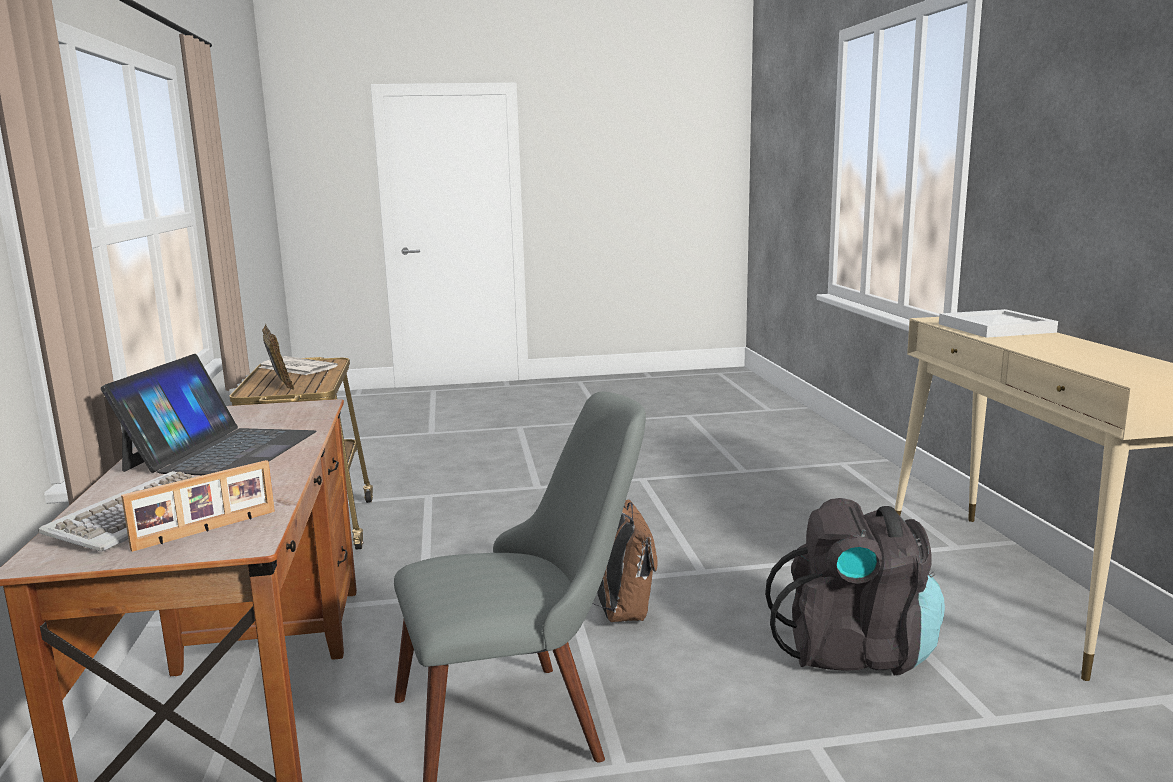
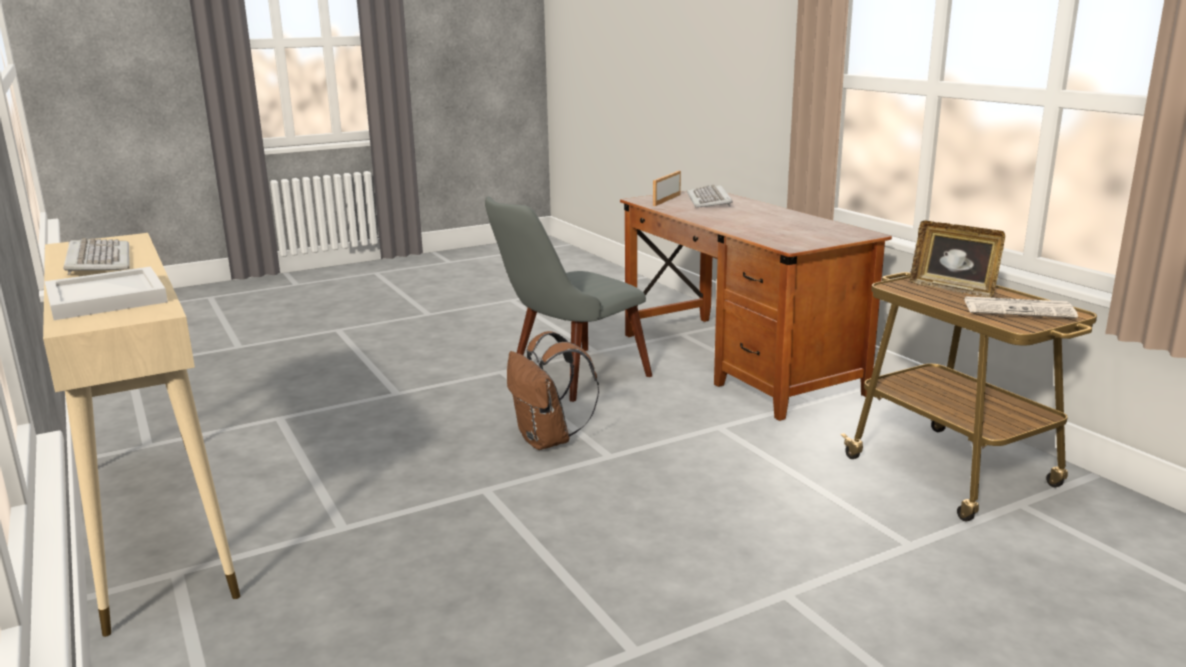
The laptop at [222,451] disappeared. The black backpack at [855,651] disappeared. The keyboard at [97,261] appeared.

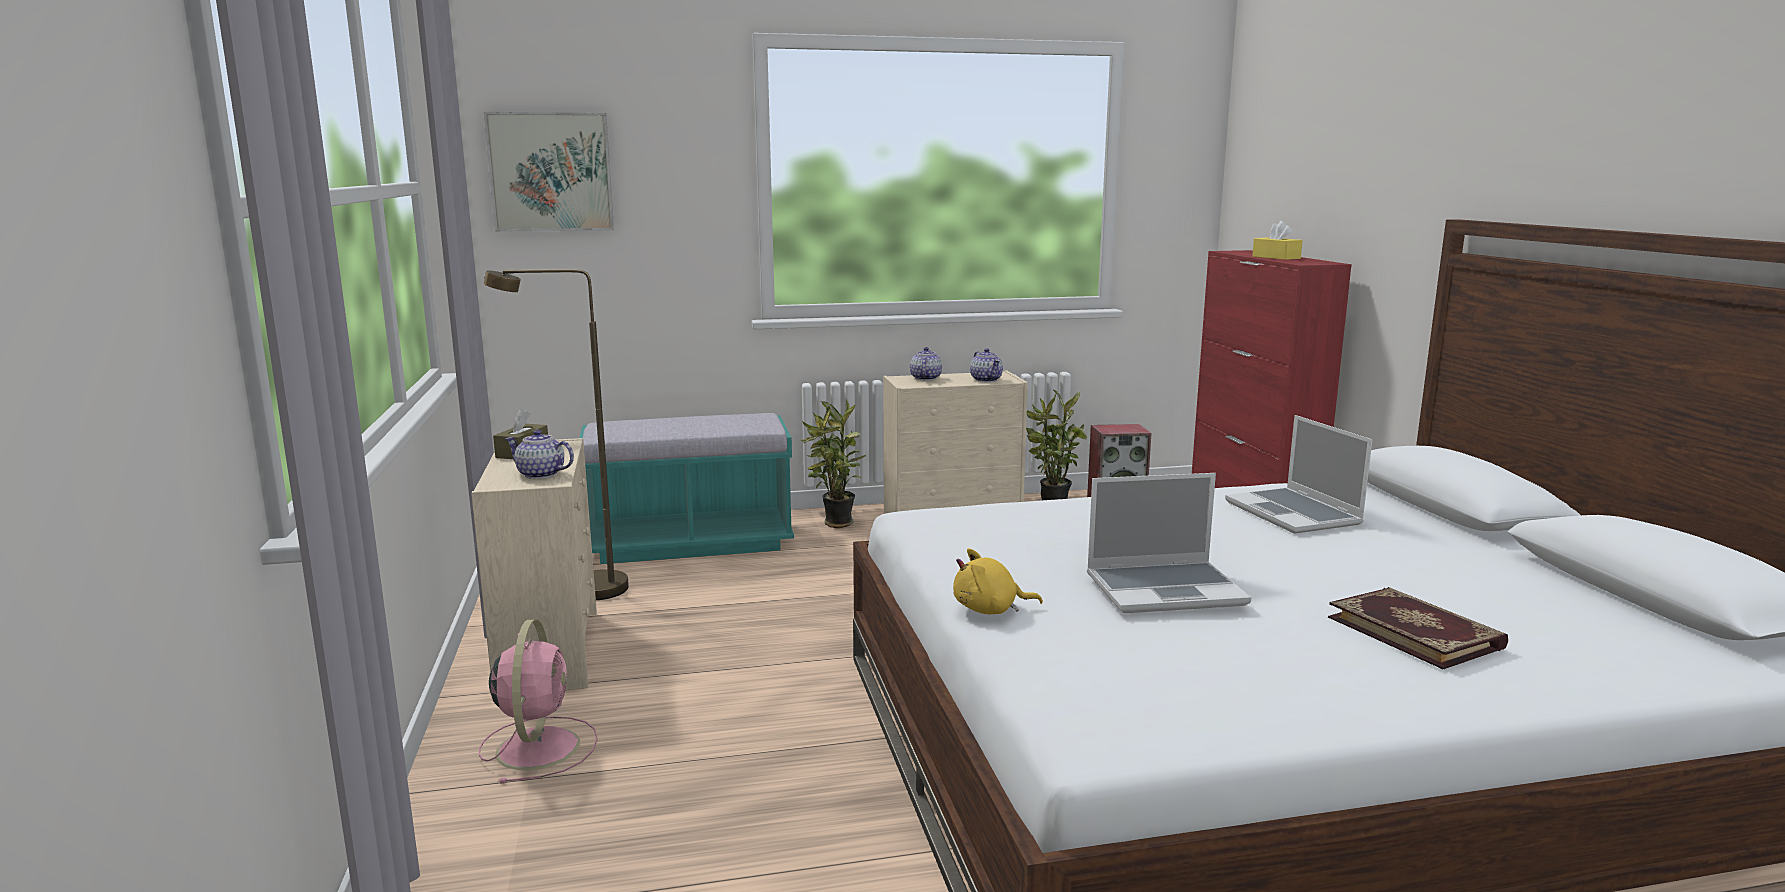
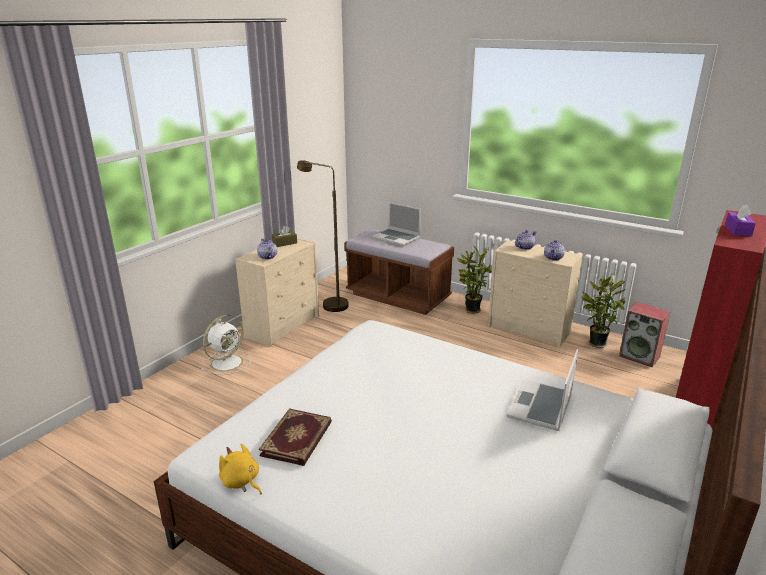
The picture at [550,172] disappeared. The yellow tissue box at [1276,257] became the purple tissue box at [738,230]. The turquoise bench at [690,543] became the brown bench at [398,297]. The laptop moved from [1166,589] to [397,238]. The yellow plush toy moved from [990,610] to [241,482]. The book moved from [1415,632] to [298,439]. The pink fan at [539,746] became the white fan at [228,362].

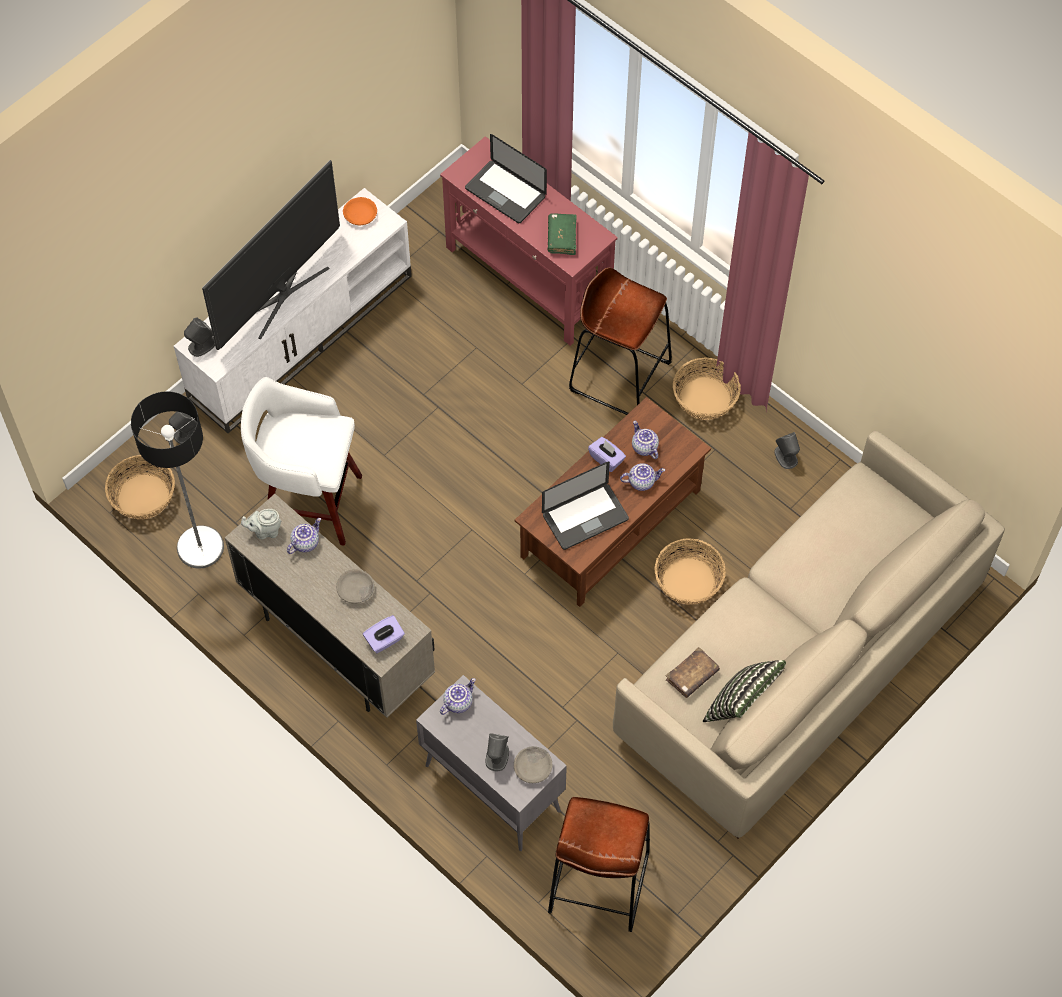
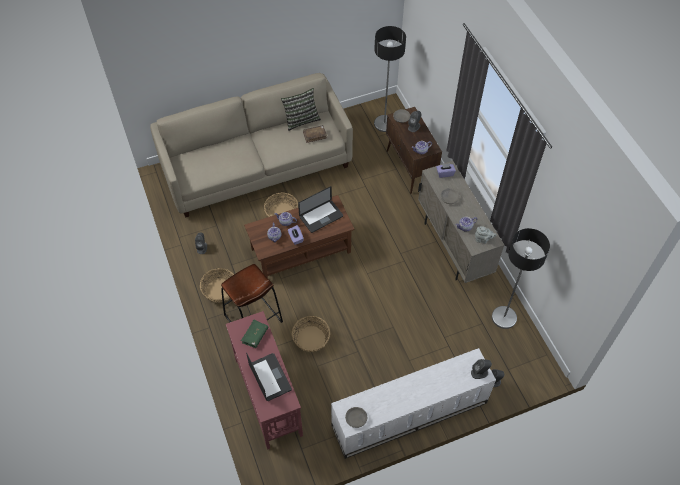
The television at [281,294] disappeared. The orange bowl at [360,215] became the grey bowl at [356,419]. The white stool at [309,502] disappeared. The basket moved from [143,496] to [311,339]. The laptop at [585,517] turned 150 degrees clockwise. The grey cabinet at [491,787] became the brown cabinet at [410,169]. The brown stool at [598,883] was replaced by the floor lamp at [384,123].

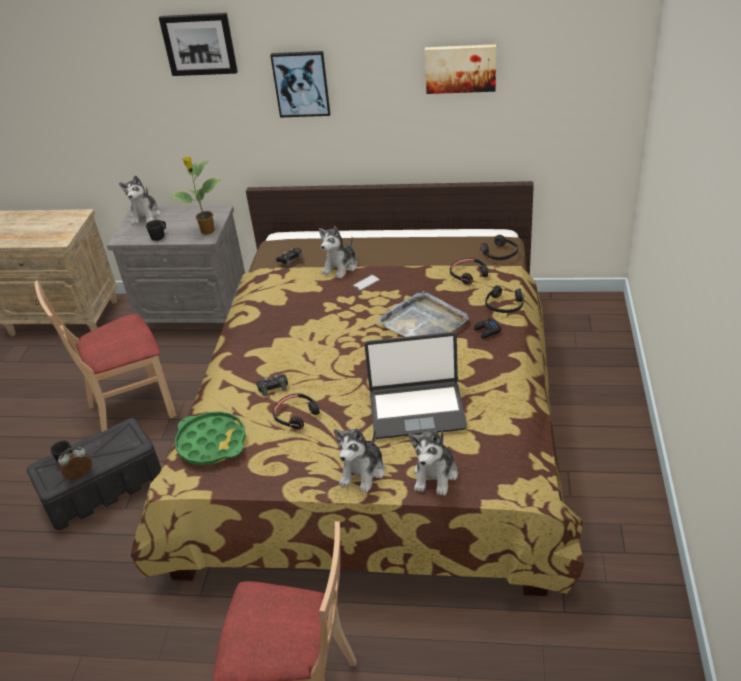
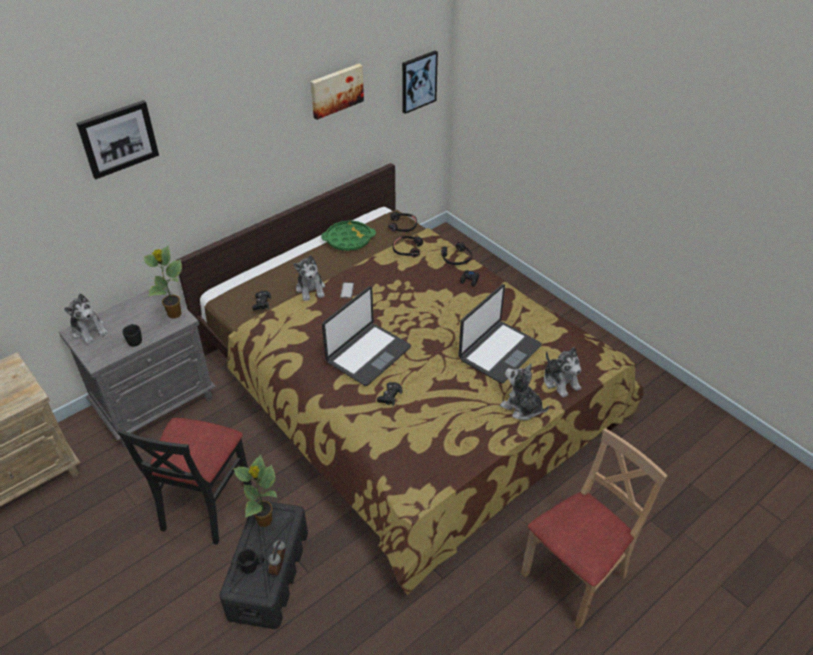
The picture moved from [301,84] to [418,81]. The beige chair at [131,409] became the black chair at [204,506]. The grey tray at [424,322] disappeared. The black headphones at [296,415] disappeared. The green tray moved from [212,443] to [348,239]. The plush toy at [363,472] turned 150 degrees clockwise. The laptop at [367,354] appeared. The potted plant at [265,521] appeared.

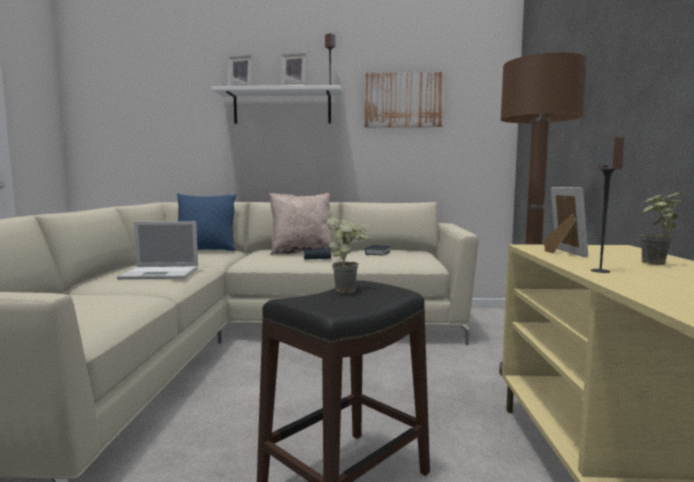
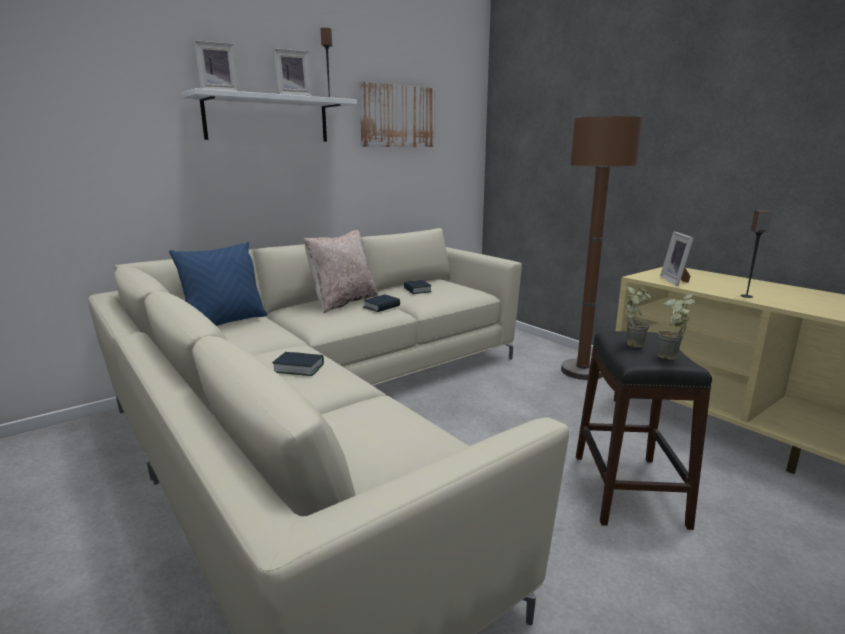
The picture frame at [561,252] turned 135 degrees counterclockwise. The potted plant moved from [654,264] to [670,359]. The laptop at [161,273] was replaced by the book at [298,368].

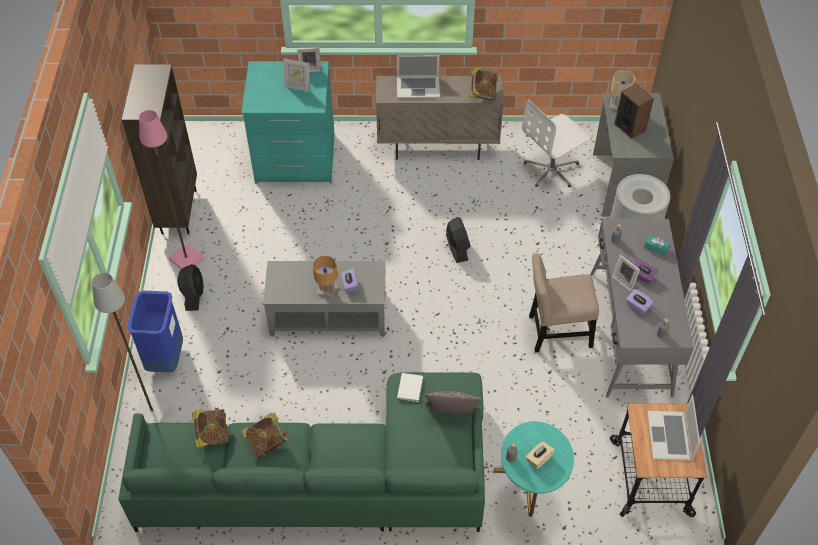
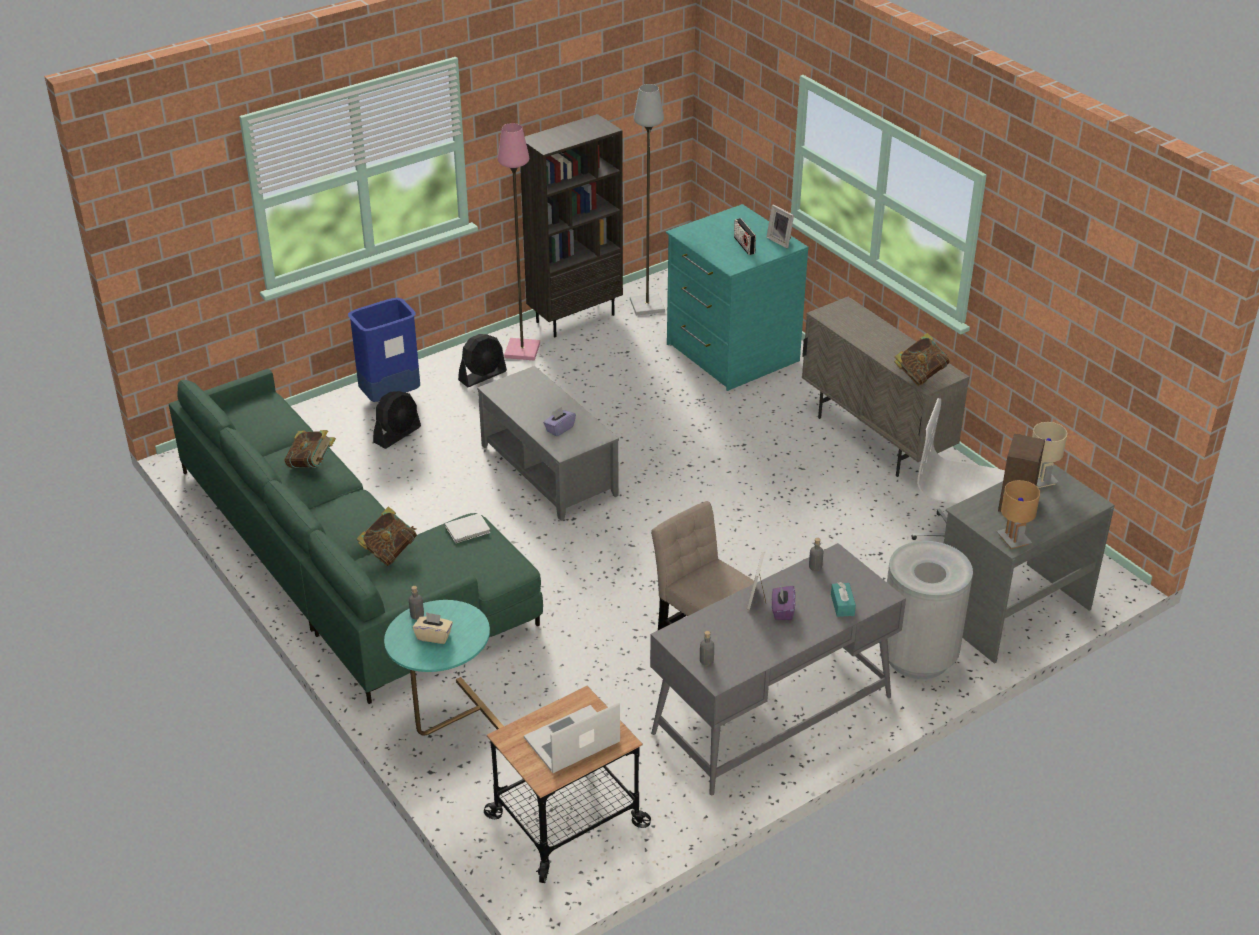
The laptop at [418,87] disappeared. The picture frame at [298,87] was replaced by the radio at [744,245]. The black fan moved from [457,247] to [397,434]. The brown table lamp moved from [327,290] to [1013,539]. The grey floor lamp moved from [153,412] to [648,306]. The purple tissue box at [637,306] disappeared. The pillow at [452,414] disappeared. The book moved from [212,434] to [389,552].

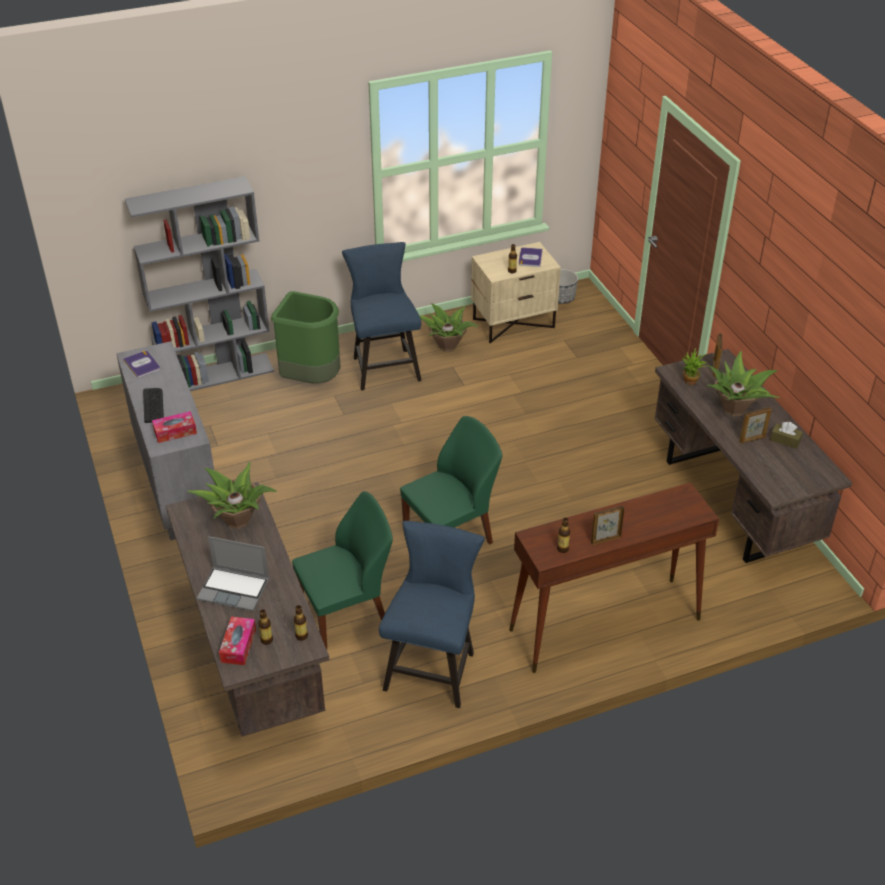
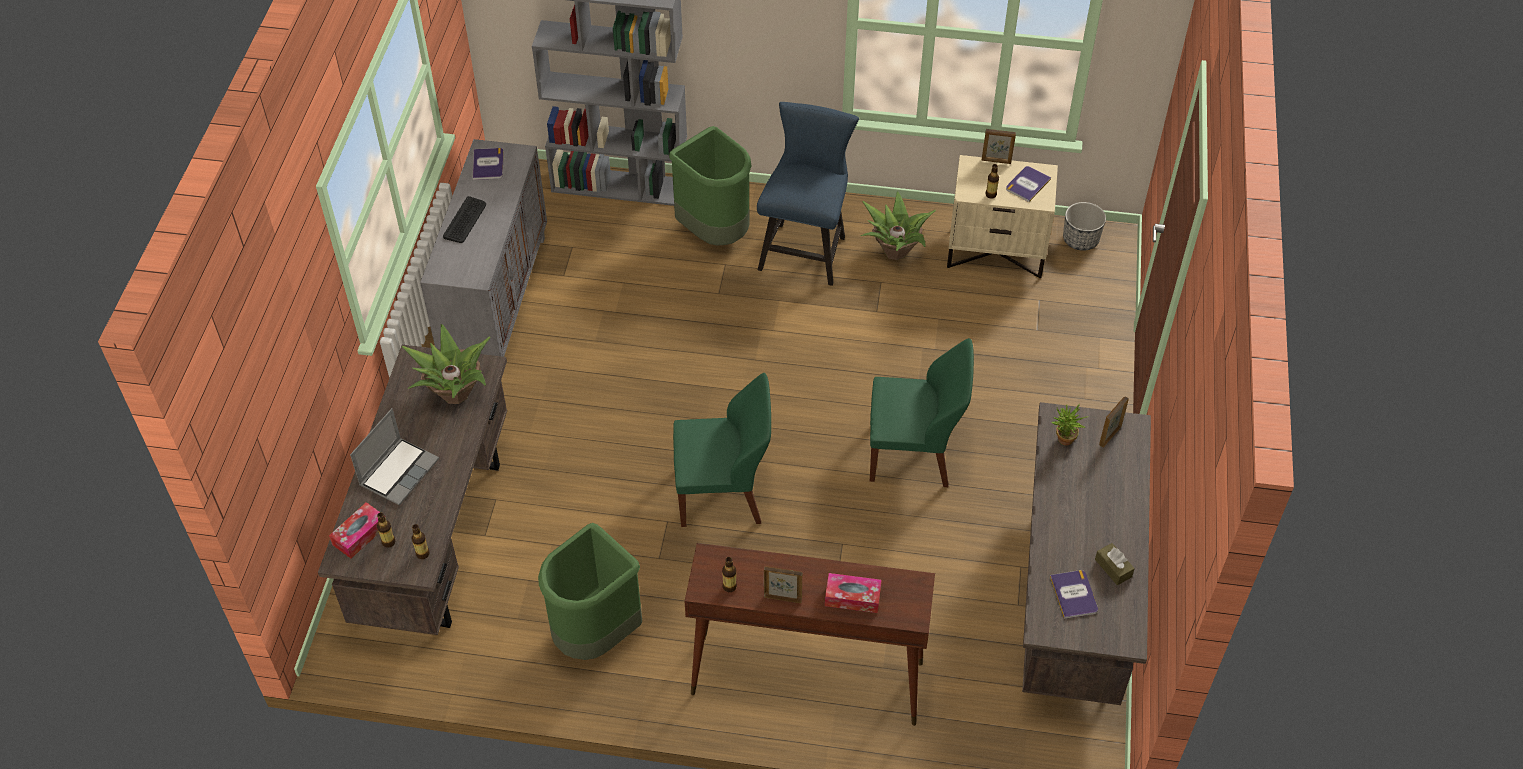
The potted plant at [735,409] disappeared. The picture frame moved from [752,439] to [996,161]. The tissue box moved from [175,432] to [852,597]. The green chair moved from [346,614] to [913,455]. The blue chair at [432,666] was replaced by the green trash can at [596,635]. The laptop at [235,589] turned 105 degrees counterclockwise. The book at [1074,594] appeared.

